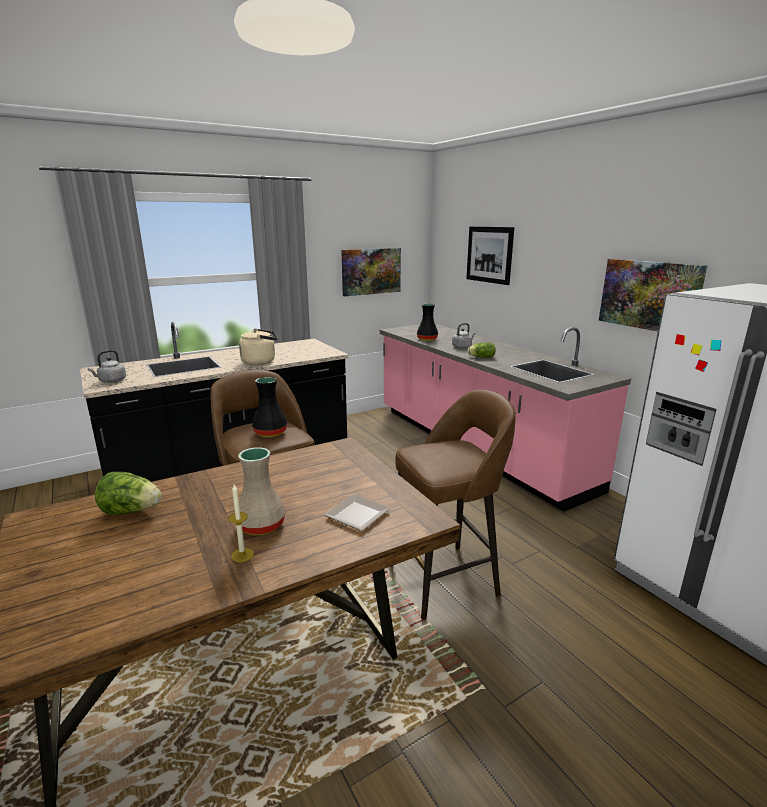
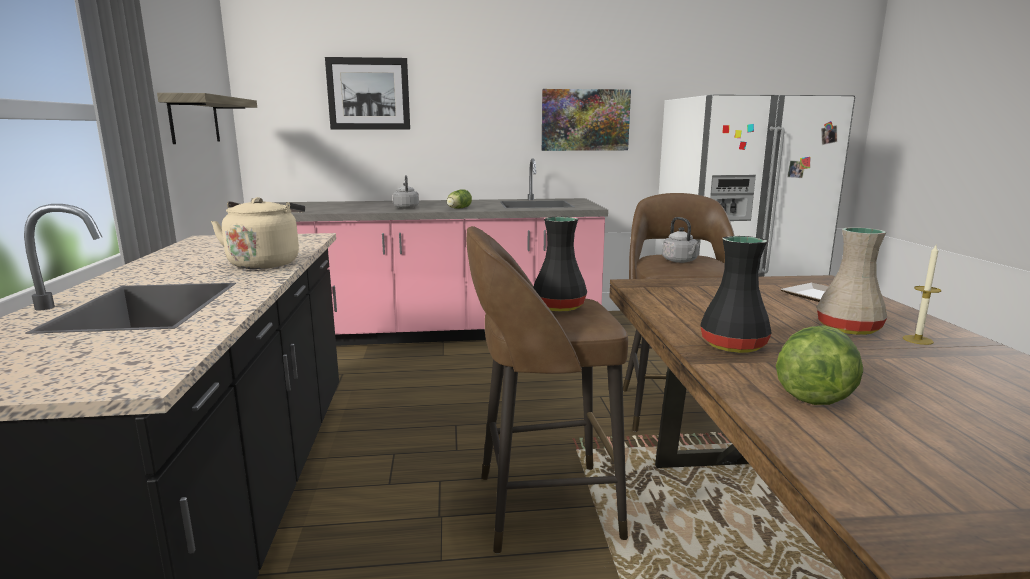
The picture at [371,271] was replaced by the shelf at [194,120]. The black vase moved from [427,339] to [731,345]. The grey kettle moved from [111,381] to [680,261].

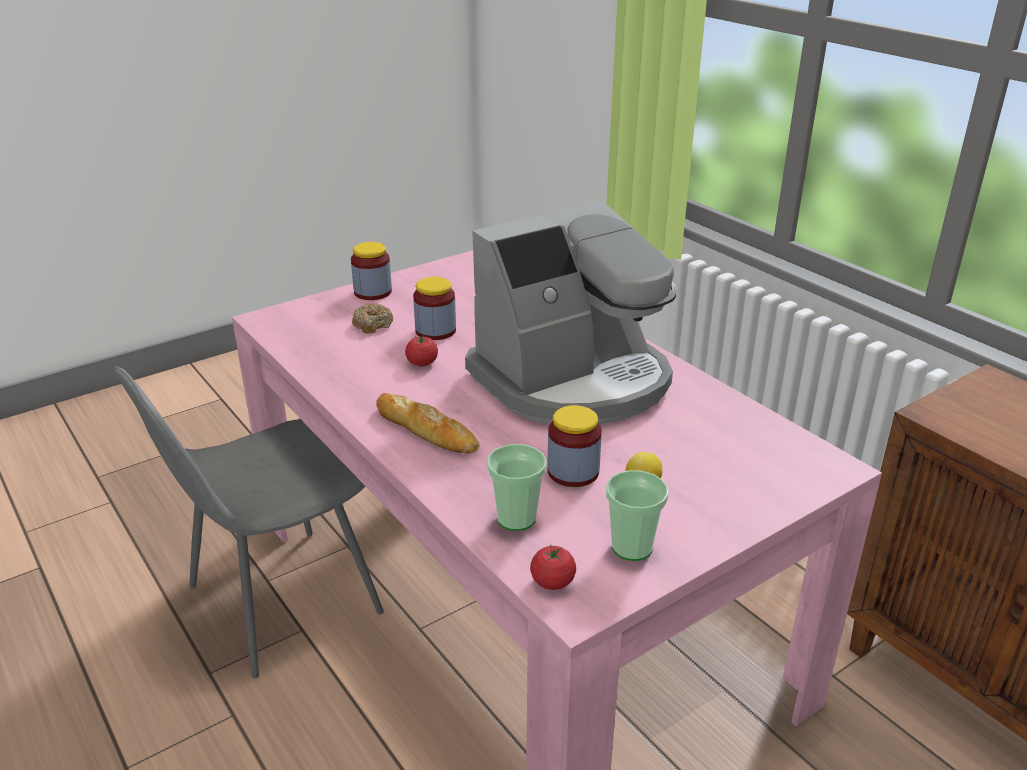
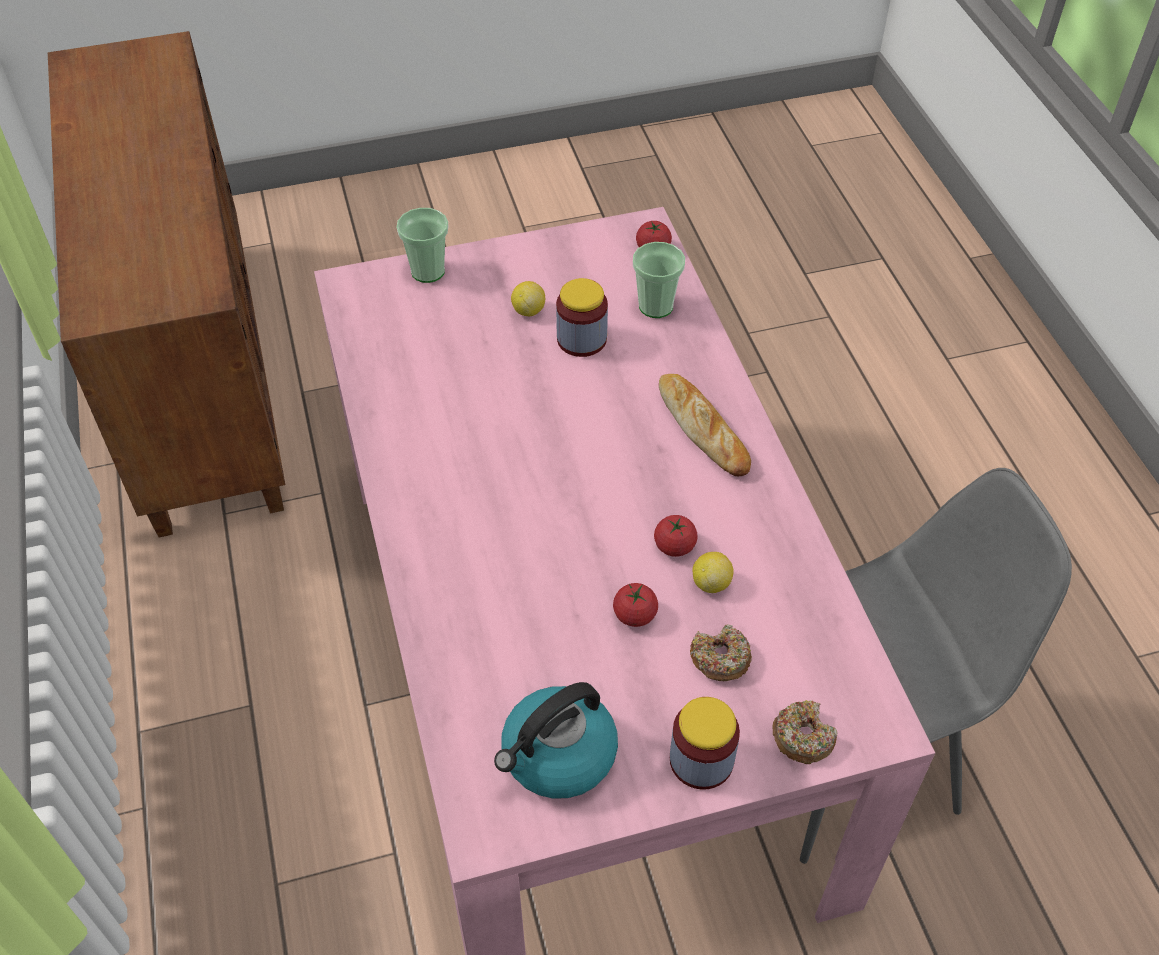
The coffee machine at [574,381] disappeared. The jar at [435,331] was replaced by the tomato at [635,615]. The cup moved from [632,547] to [428,271]. The lemon at [711,583] appeared. The kettle at [558,756] appeared. The donut at [803,737] appeared.

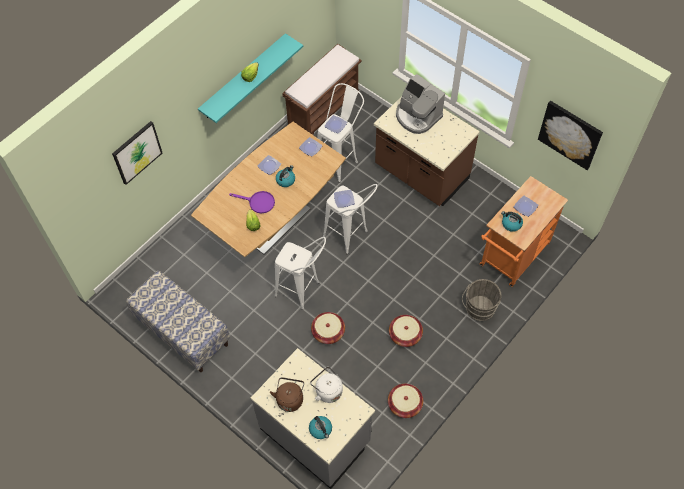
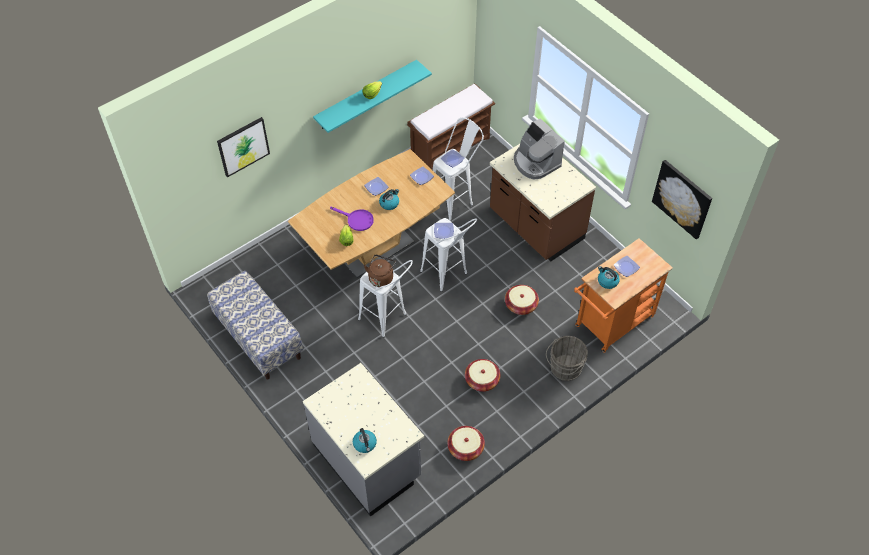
The basket moved from [328,332] to [521,305]. The white kettle at [327,390] disappeared. The brown kettle moved from [290,398] to [381,277].

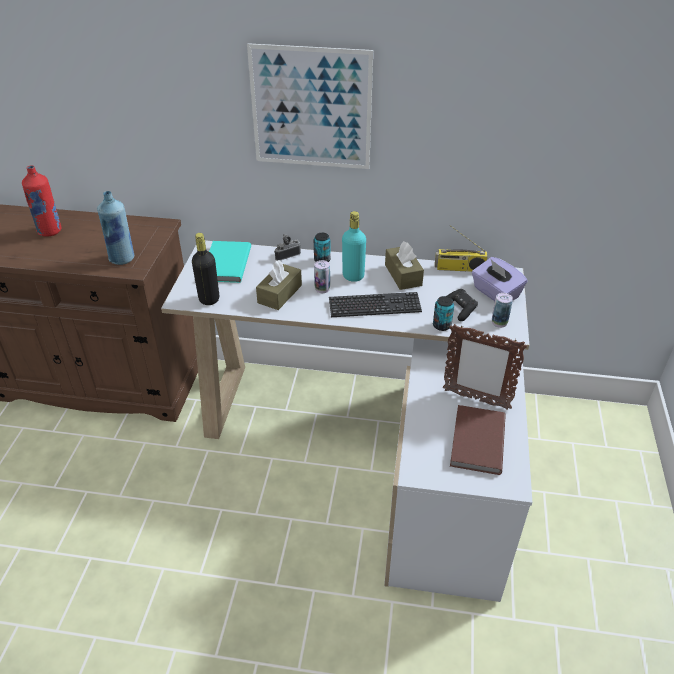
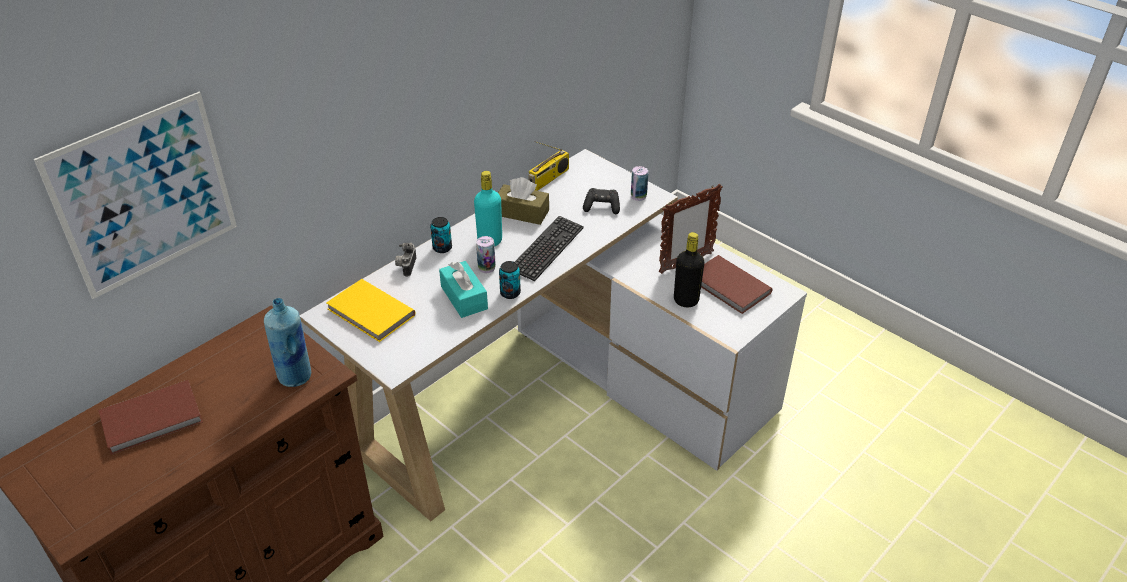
The picture moved from [311,108] to [144,195]. The red bottle at [50,231] was replaced by the brown book at [153,420]. The black bottle moved from [209,299] to [686,300]. The turquoise book at [225,264] became the yellow book at [370,313]. The purple tissue box at [495,293] disappeared. The brown tissue box at [279,294] became the turquoise tissue box at [464,297]. The can moved from [441,325] to [510,293].

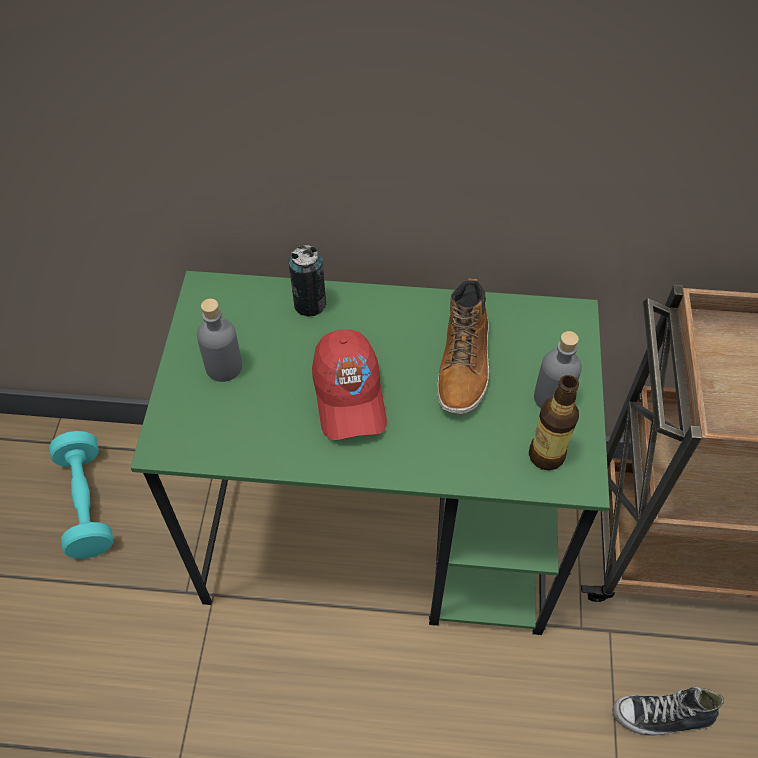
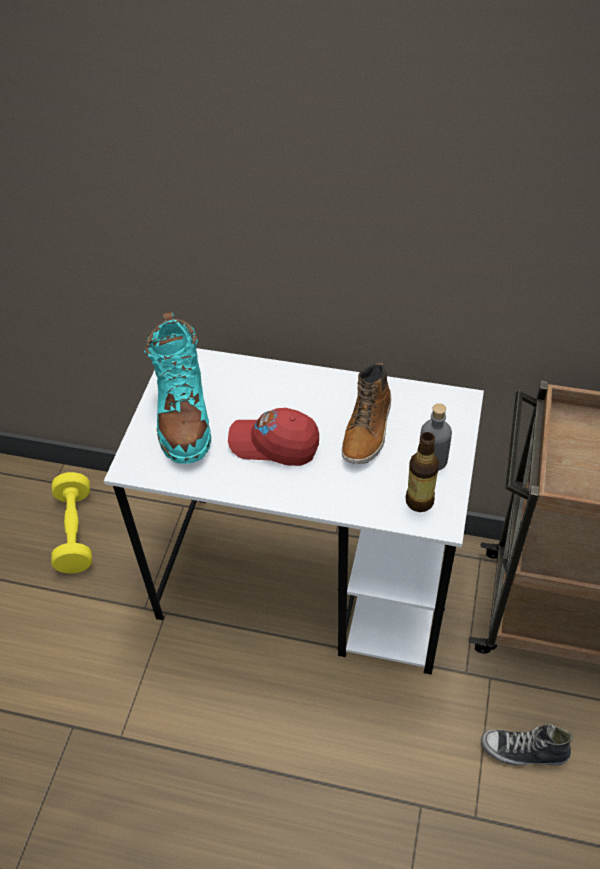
The can at [310,304] disappeared. The green desk at [382,534] became the white desk at [309,580]. The grey bottle at [224,367] was replaced by the turquoise boot at [183,415]. The red cap at [349,395] turned 105 degrees clockwise. The turquoise dumbbell at [87,504] became the yellow dumbbell at [75,532].

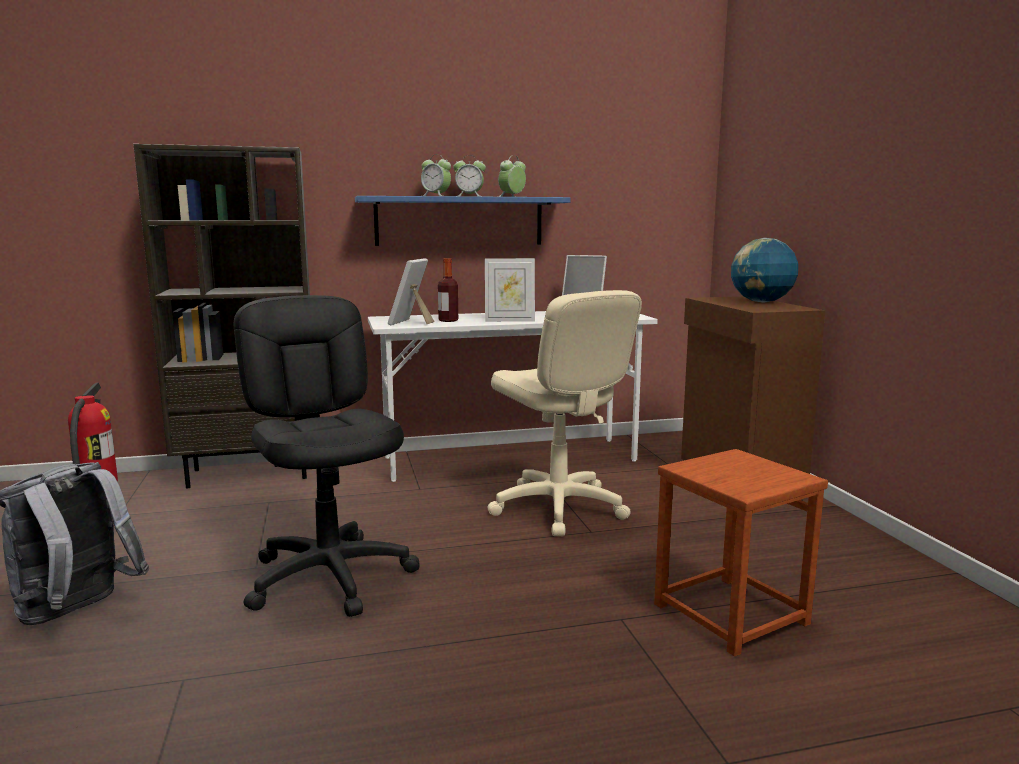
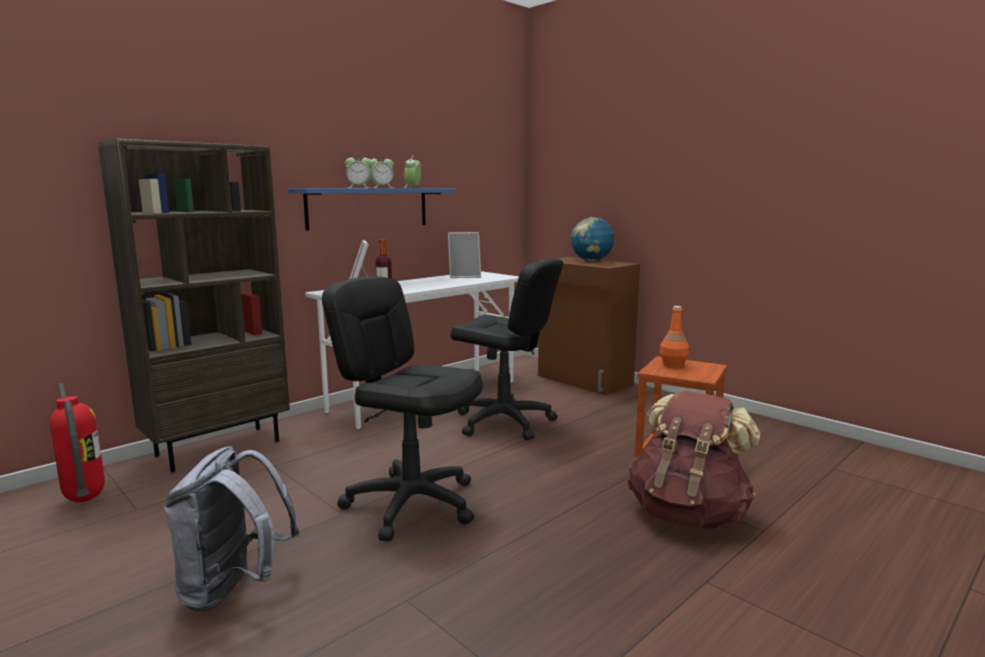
The picture frame at [509,320] disappeared. The beige office chair at [558,508] became the black office chair at [504,422]. The orange bottle at [673,365] appeared. The brown backpack at [687,514] appeared.

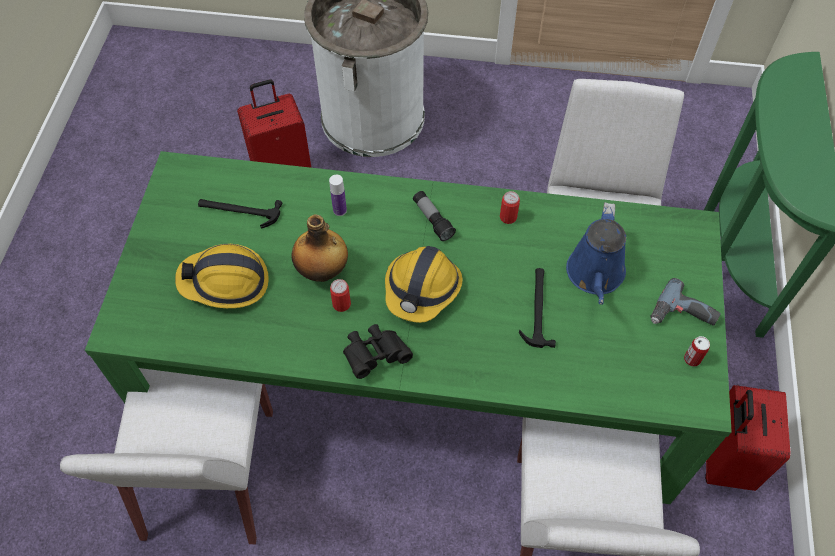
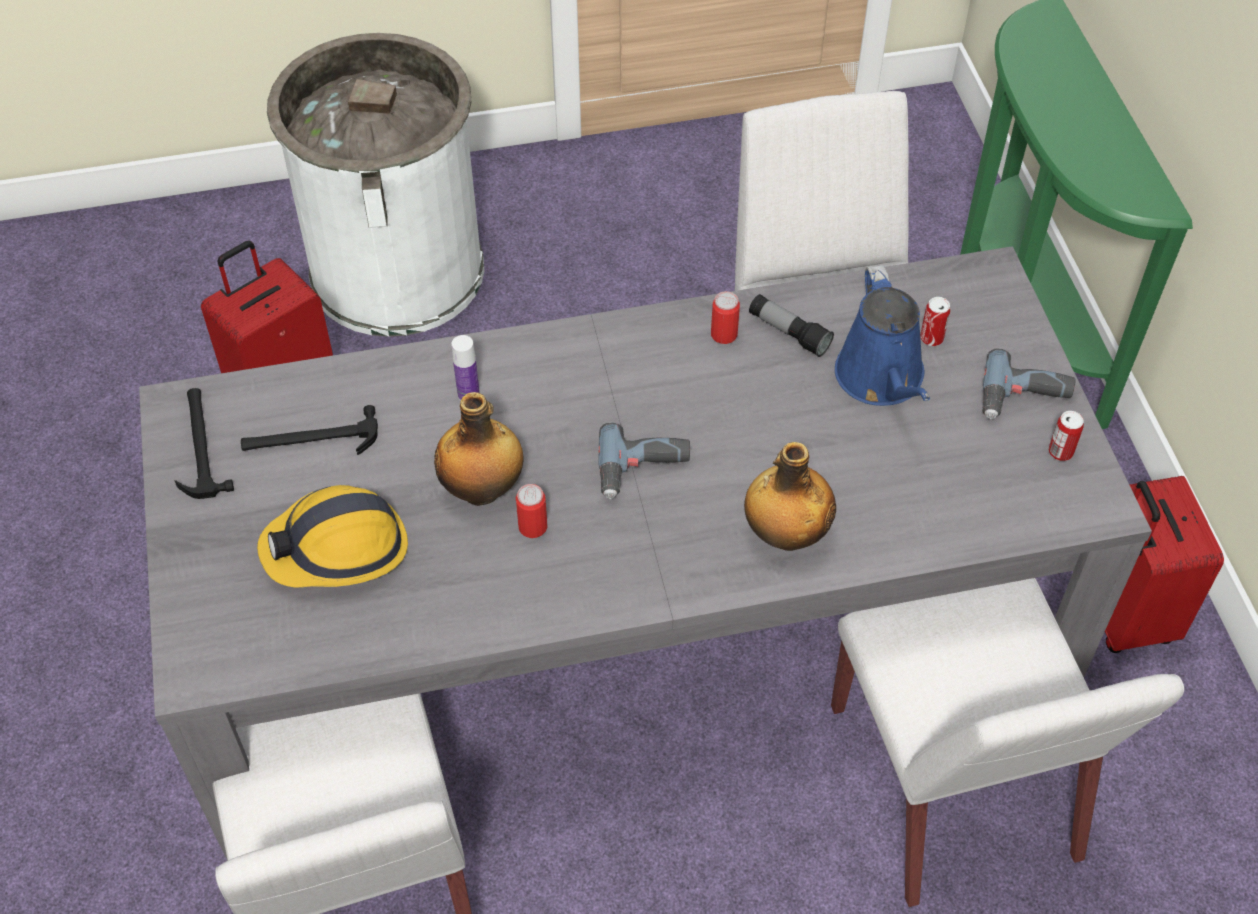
The green dining table at [417,371] became the grey dining table at [628,631]. The flashlight moved from [433,220] to [789,333]. The hard hat at [422,289] was replaced by the power drill at [643,470]. The hammer moved from [537,308] to [200,445]. The black binoculars at [375,355] disappeared. The can at [931,338] appeared. The bottle at [785,534] appeared.

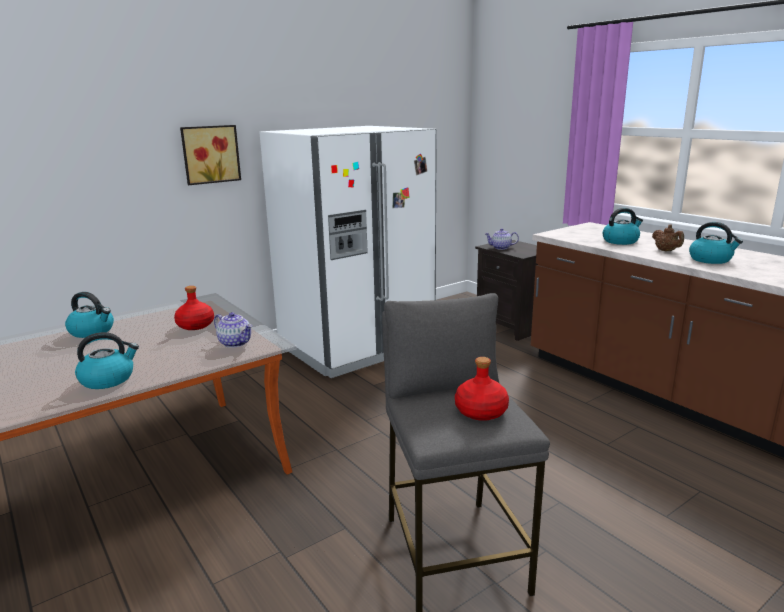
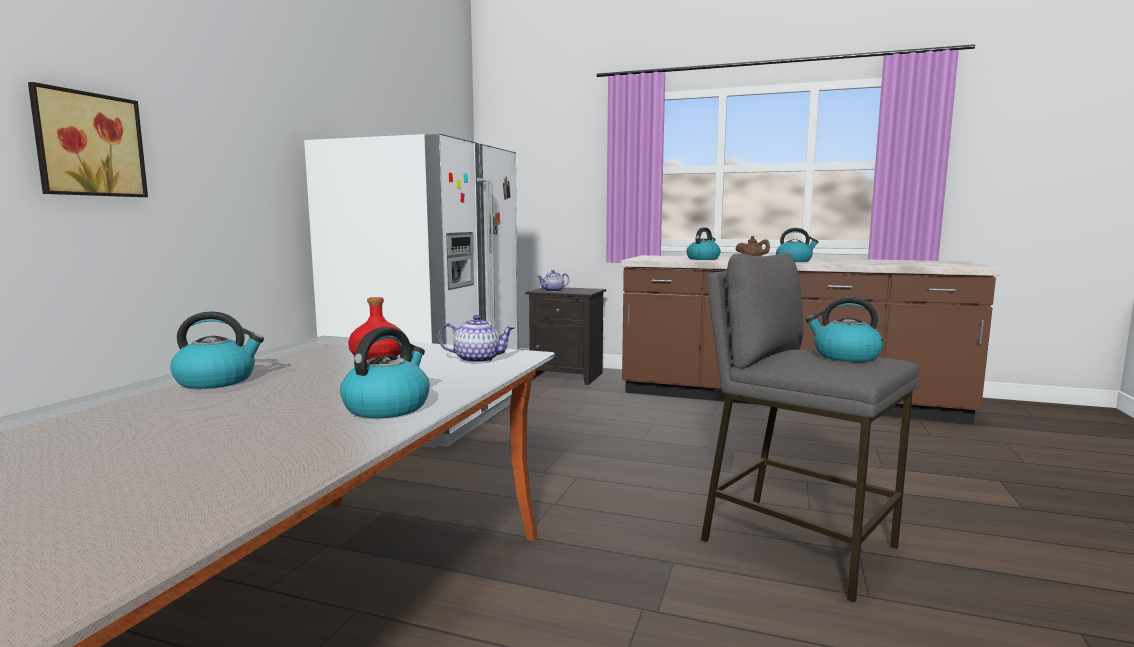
The picture moved from [210,154] to [87,144]. The red bottle at [481,412] was replaced by the kettle at [845,356].

